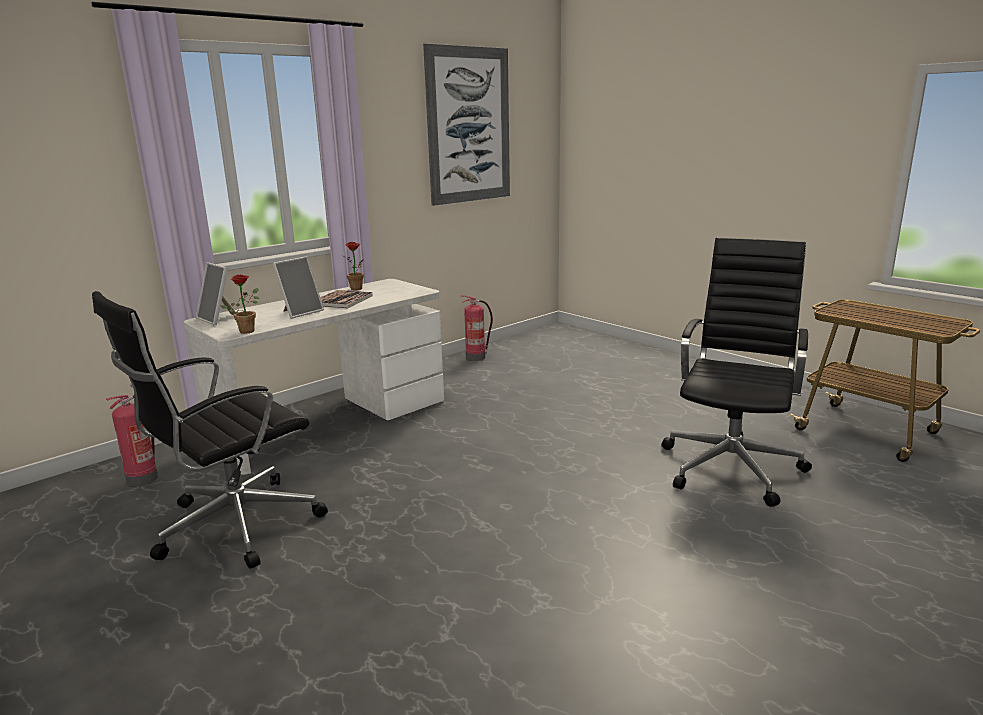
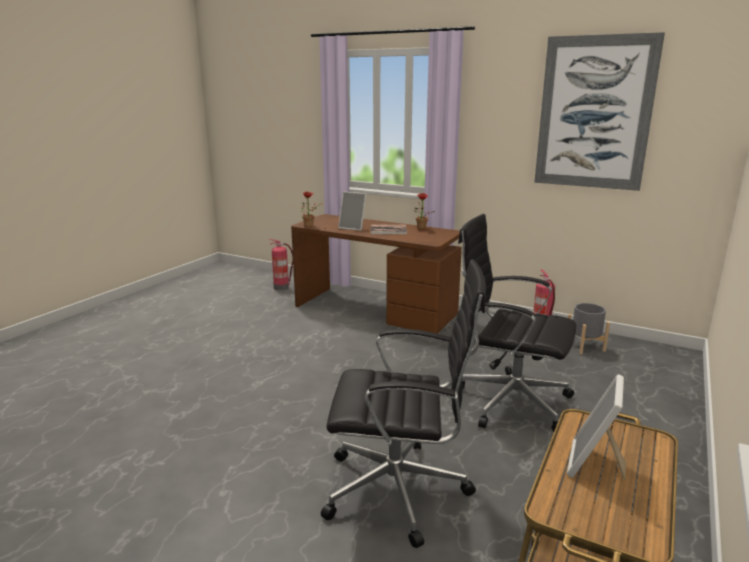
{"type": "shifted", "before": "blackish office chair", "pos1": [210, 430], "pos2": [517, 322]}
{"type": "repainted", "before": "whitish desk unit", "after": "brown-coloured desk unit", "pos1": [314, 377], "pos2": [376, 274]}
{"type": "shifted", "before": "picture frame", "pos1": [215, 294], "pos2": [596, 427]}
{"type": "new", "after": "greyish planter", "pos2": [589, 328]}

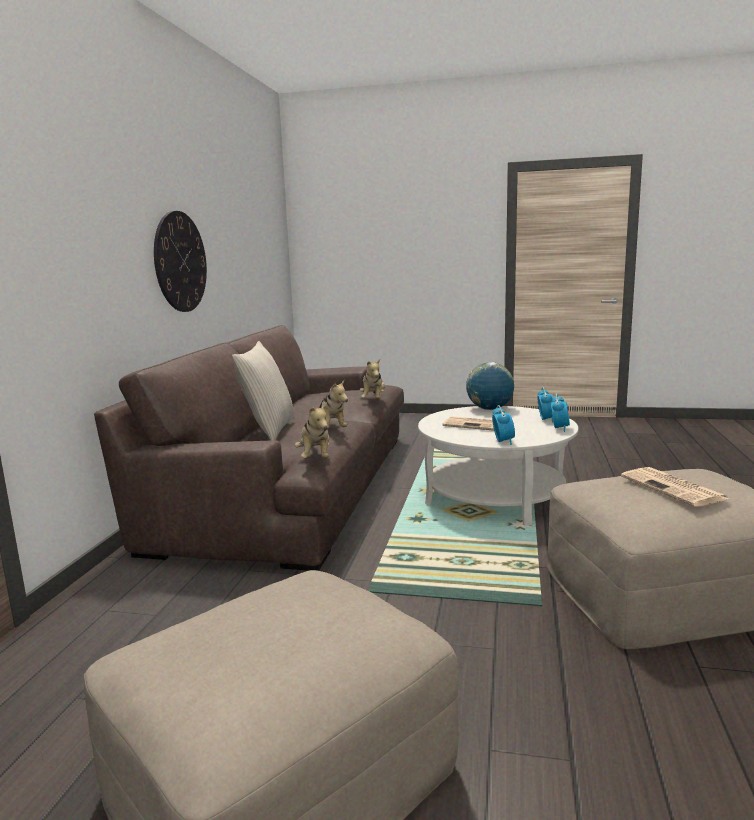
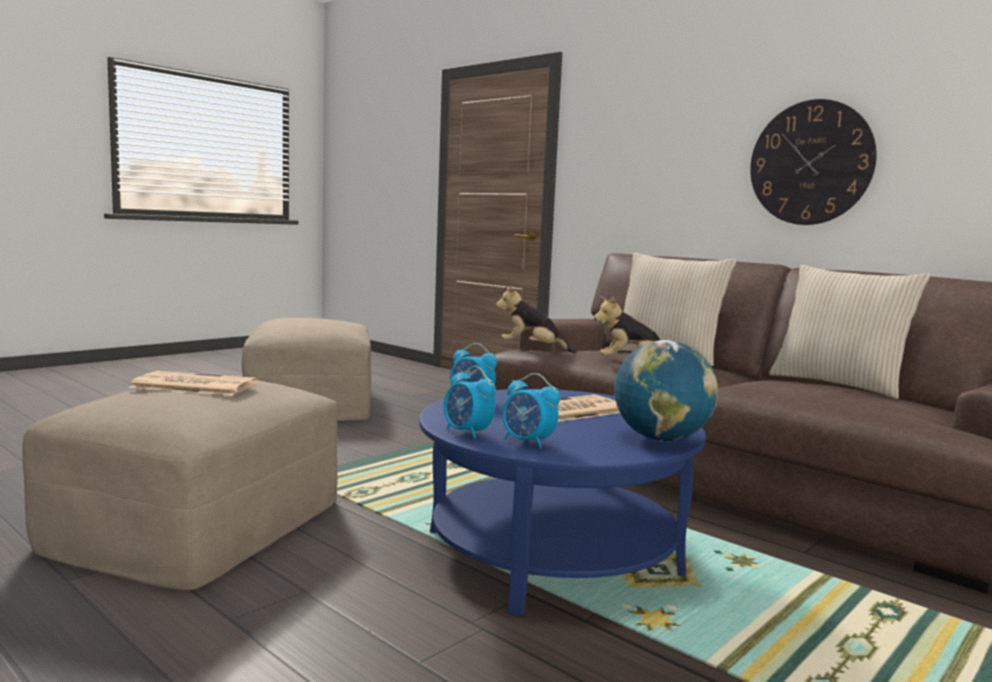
{"type": "gone", "before": "plush toy", "pos1": [372, 379]}
{"type": "repainted", "before": "whitish coffee table", "after": "blue-coloured coffee table", "pos1": [498, 466], "pos2": [562, 502]}
{"type": "new", "after": "beige-coloured throw pillow", "pos2": [849, 332]}

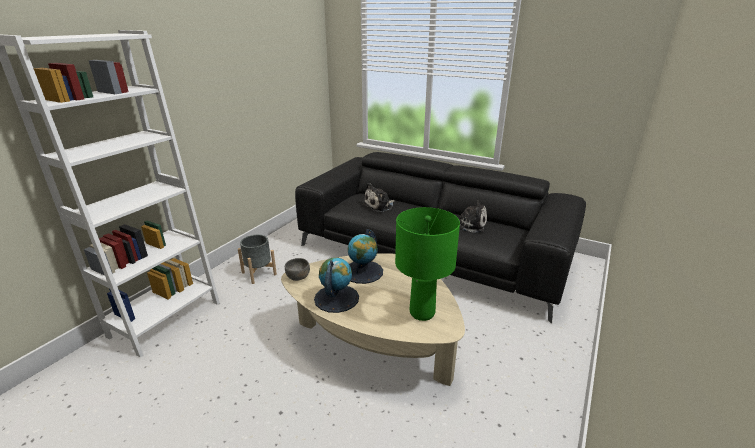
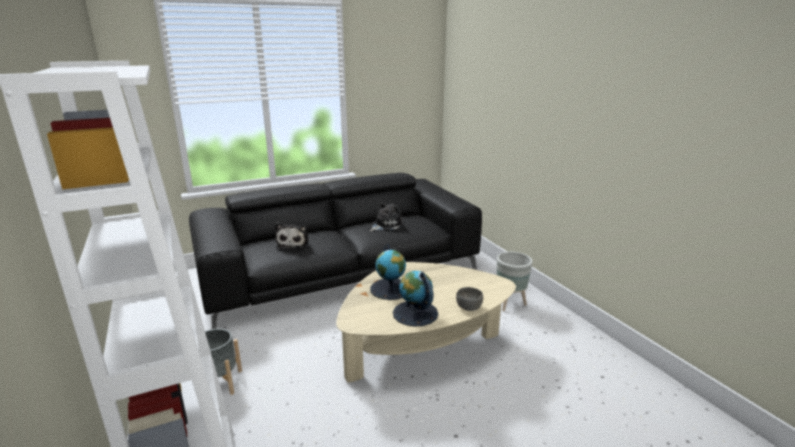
{"type": "shifted", "before": "greyish serving bowl", "pos1": [297, 269], "pos2": [469, 299]}
{"type": "gone", "before": "green lamp for a table", "pos1": [427, 264]}
{"type": "new", "after": "greyish planter", "pos2": [515, 281]}

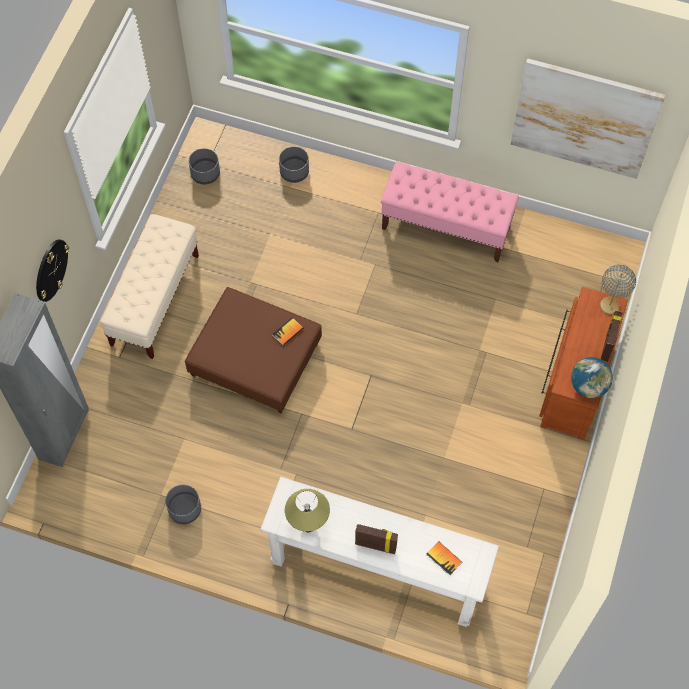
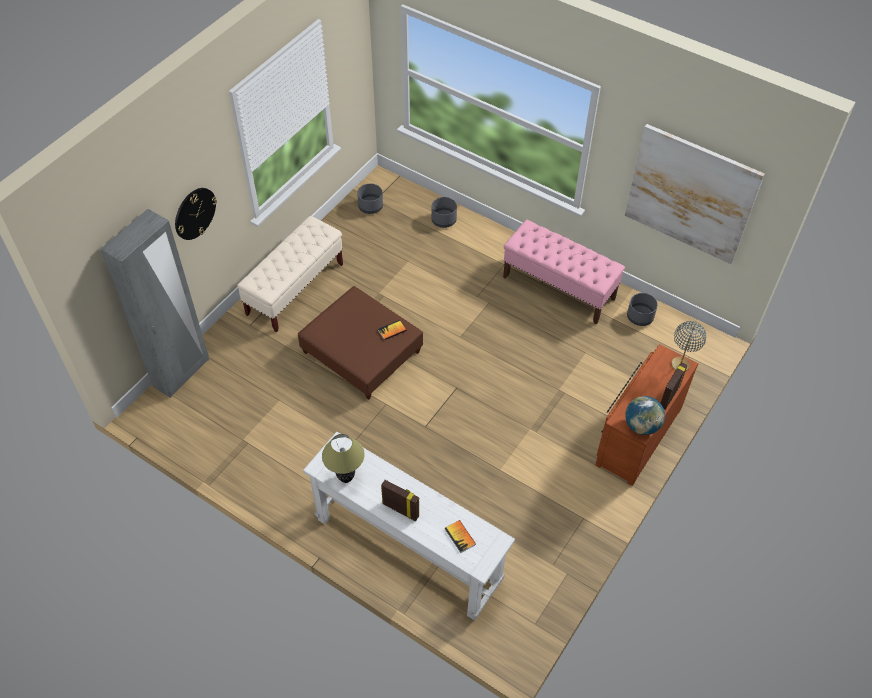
{"type": "shifted", "before": "greyish planter", "pos1": [183, 504], "pos2": [642, 309]}

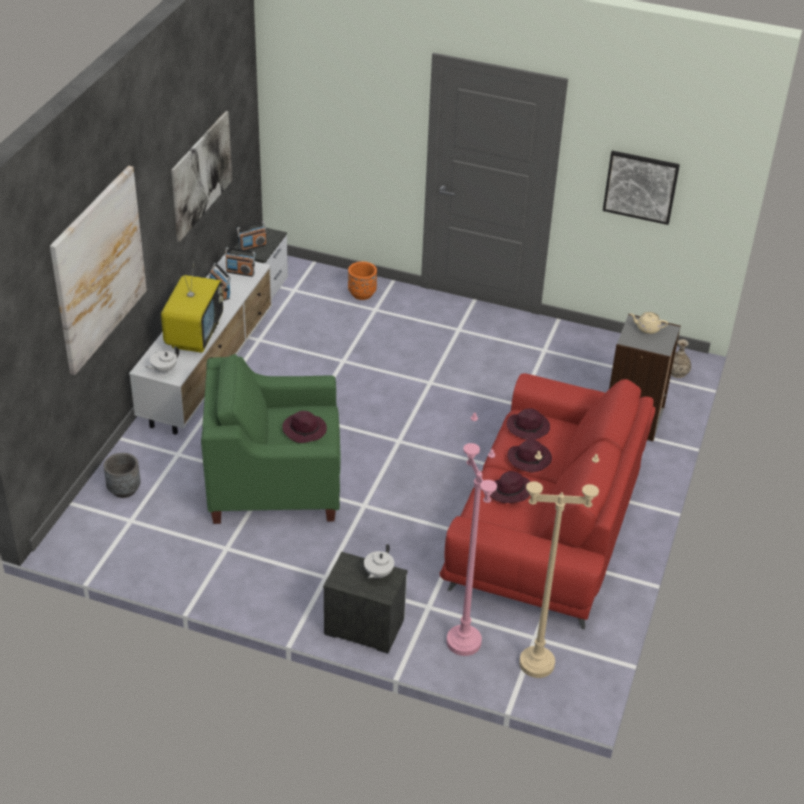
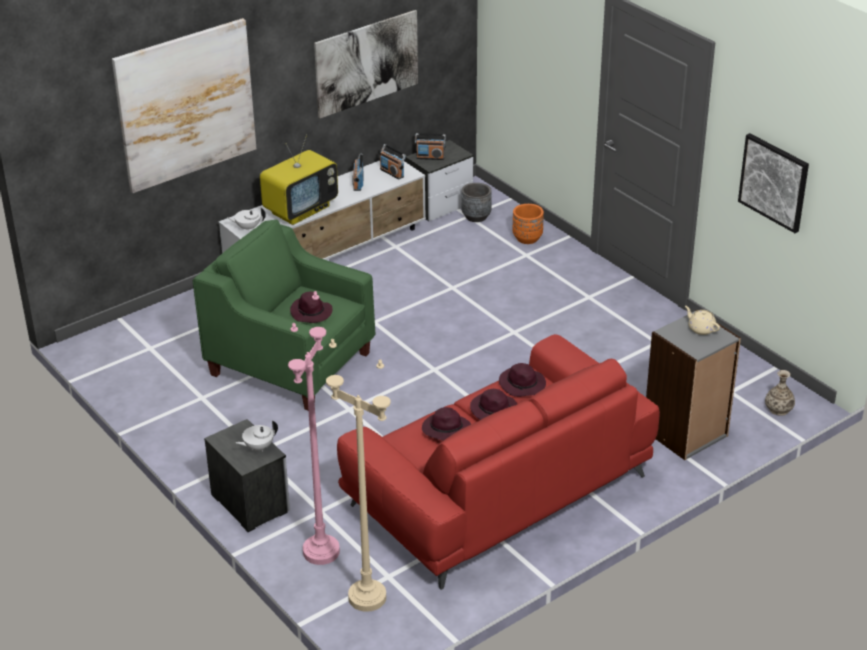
{"type": "shifted", "before": "greyish planter", "pos1": [122, 475], "pos2": [476, 202]}

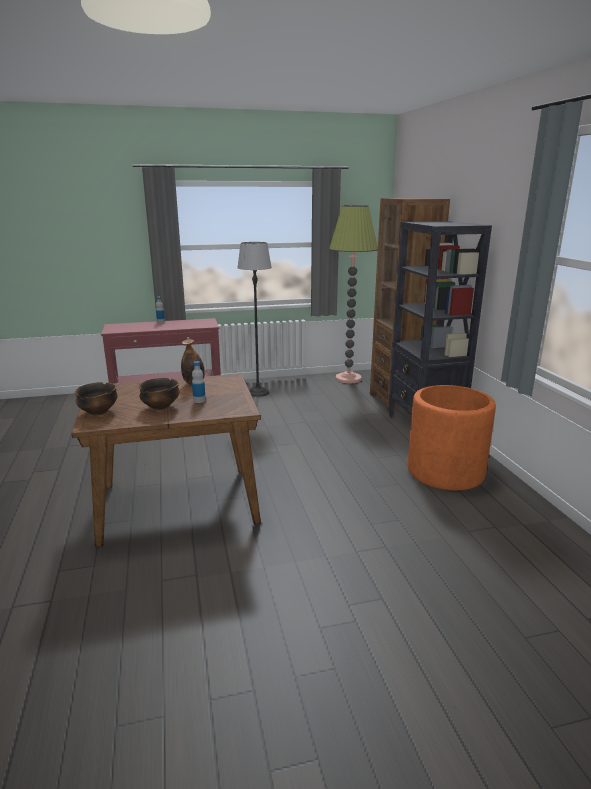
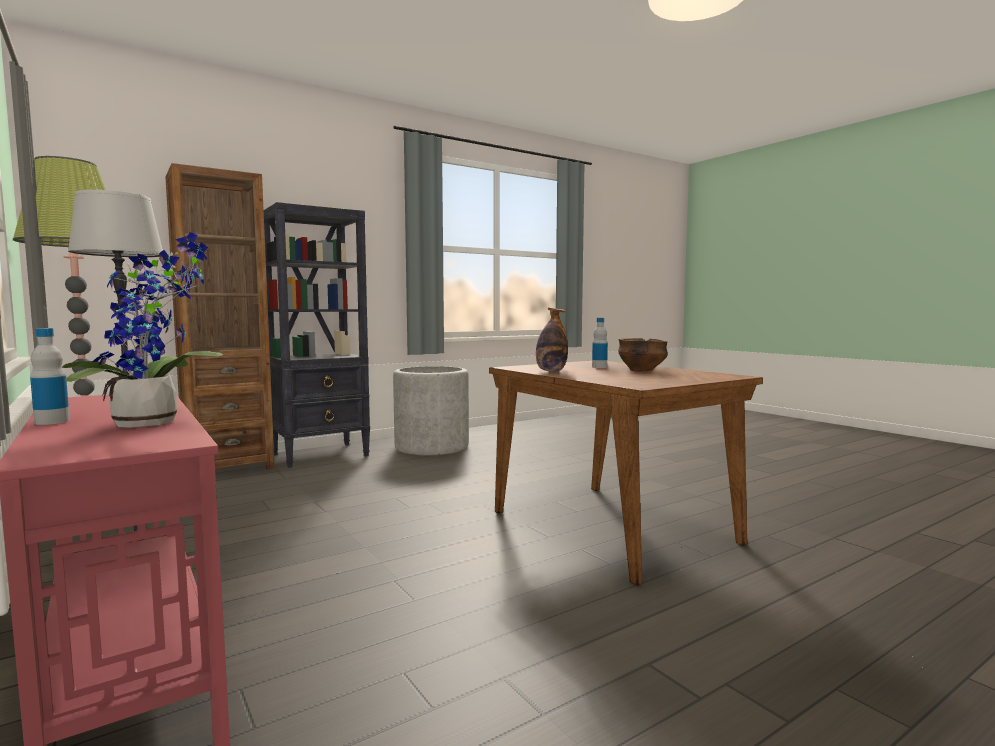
{"type": "gone", "before": "serving bowl", "pos1": [96, 398]}
{"type": "repainted", "before": "orange-coloured planter", "after": "greyish planter", "pos1": [451, 438], "pos2": [431, 410]}
{"type": "new", "after": "houseplant", "pos2": [142, 330]}

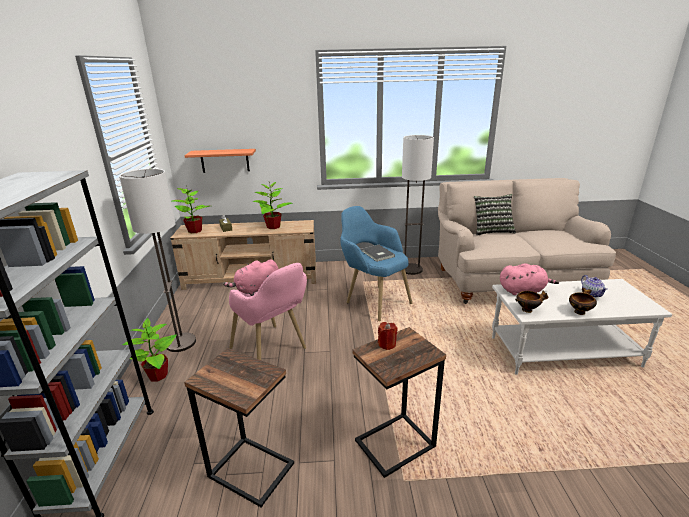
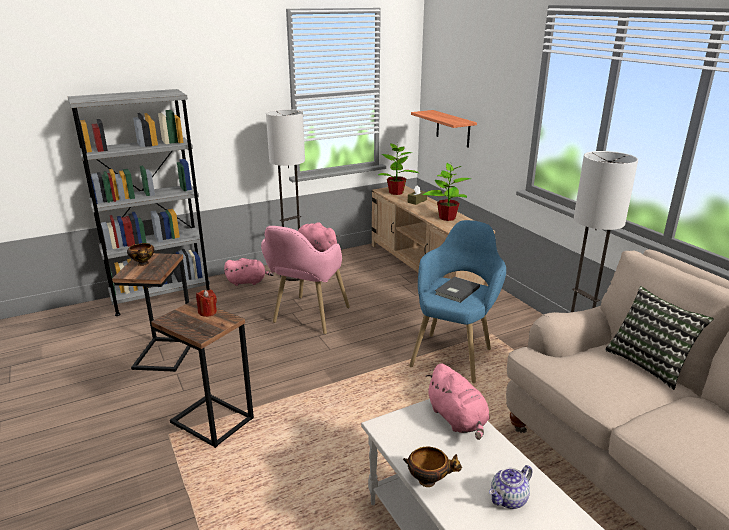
{"type": "swapped", "before": "houseplant", "after": "pink plush toy", "pos1": [150, 349], "pos2": [249, 272]}
{"type": "shifted", "before": "serving bowl", "pos1": [531, 301], "pos2": [141, 254]}

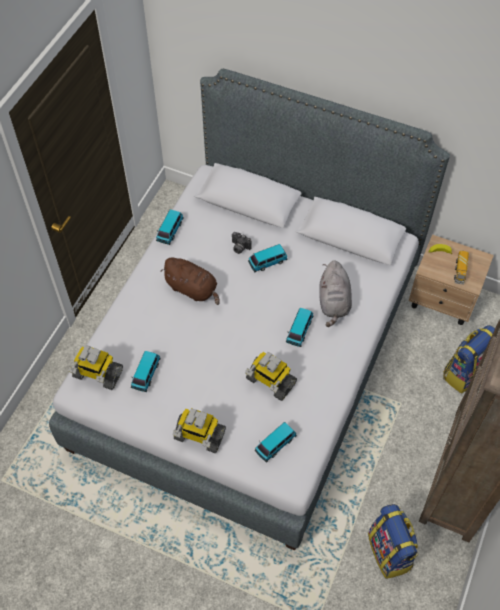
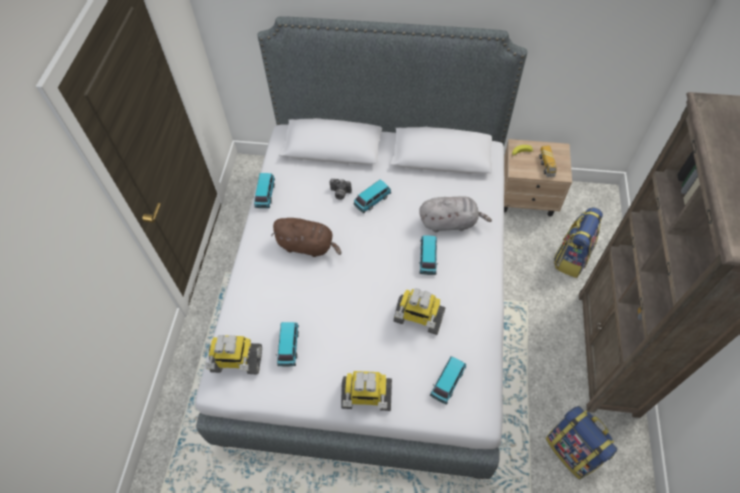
{"type": "rotated", "before": "greyish plush toy", "pos1": [335, 293], "pos2": [455, 214], "turn": -75}

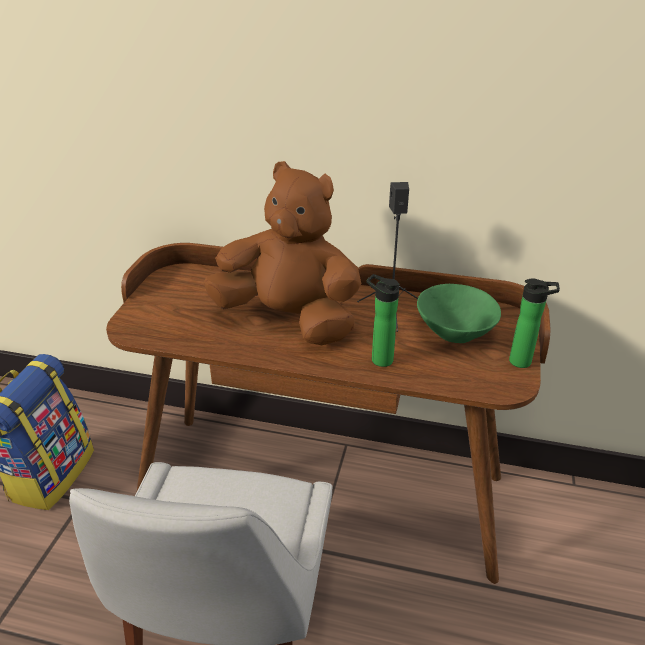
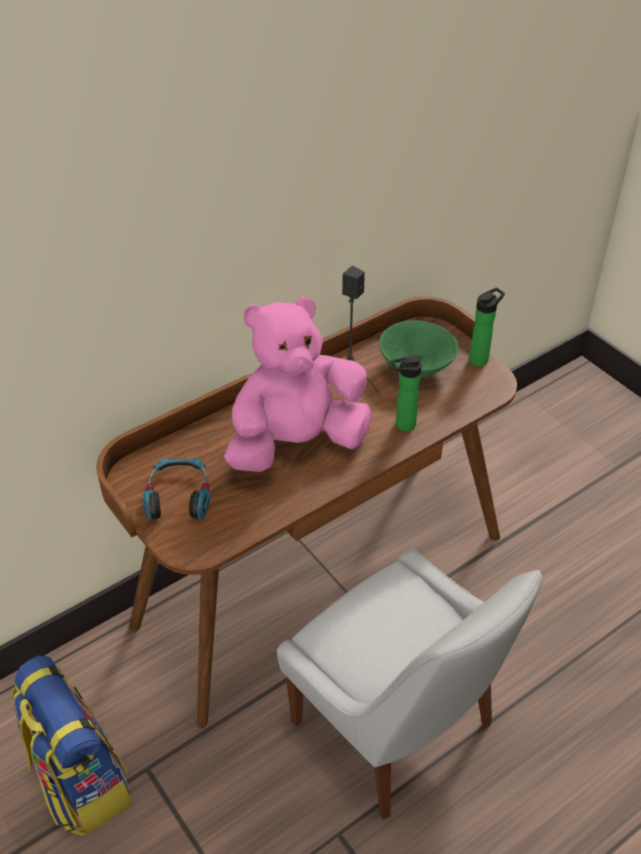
{"type": "repainted", "before": "brown-coloured plush toy", "after": "pink plush toy", "pos1": [282, 253], "pos2": [298, 384]}
{"type": "new", "after": "headphones", "pos2": [176, 488]}

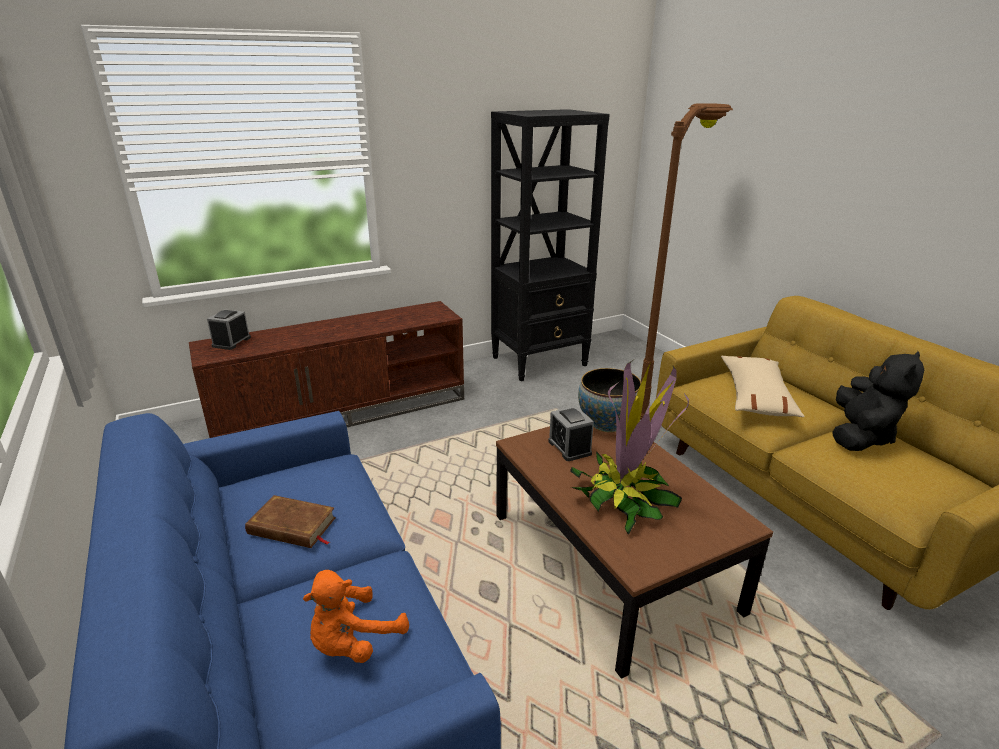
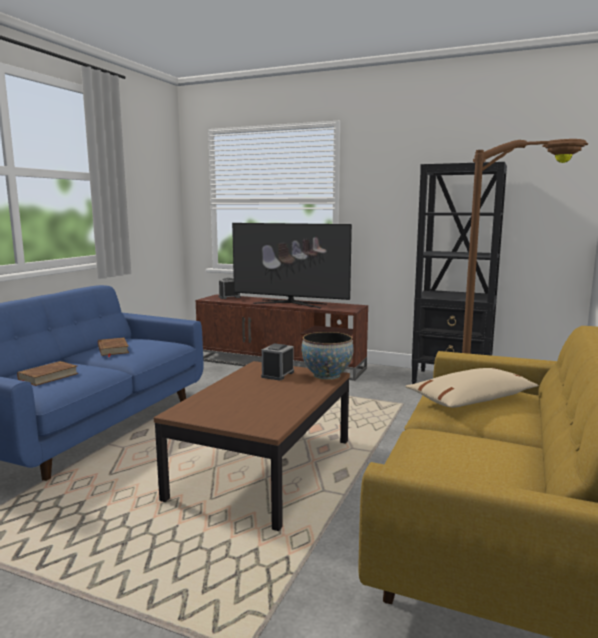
{"type": "swapped", "before": "orange-coloured plush toy", "after": "brown-coloured book", "pos1": [356, 616], "pos2": [47, 373]}
{"type": "gone", "before": "houseplant", "pos1": [629, 447]}
{"type": "gone", "before": "blackish plush toy", "pos1": [878, 401]}
{"type": "new", "after": "TV set", "pos2": [292, 265]}

